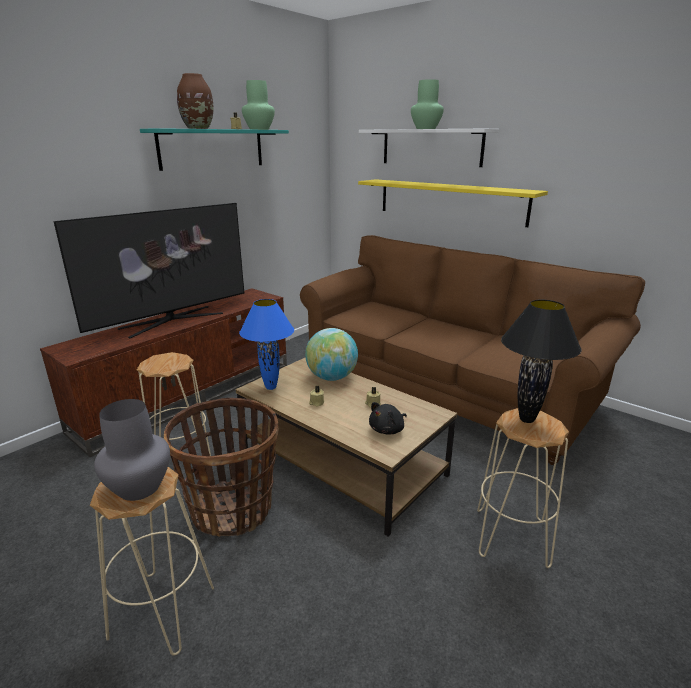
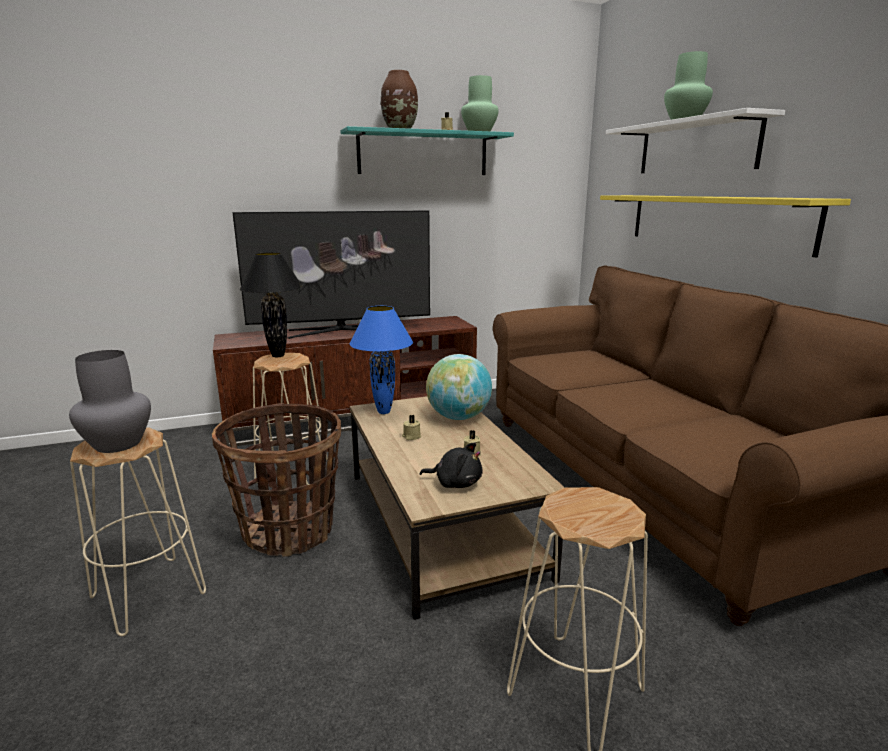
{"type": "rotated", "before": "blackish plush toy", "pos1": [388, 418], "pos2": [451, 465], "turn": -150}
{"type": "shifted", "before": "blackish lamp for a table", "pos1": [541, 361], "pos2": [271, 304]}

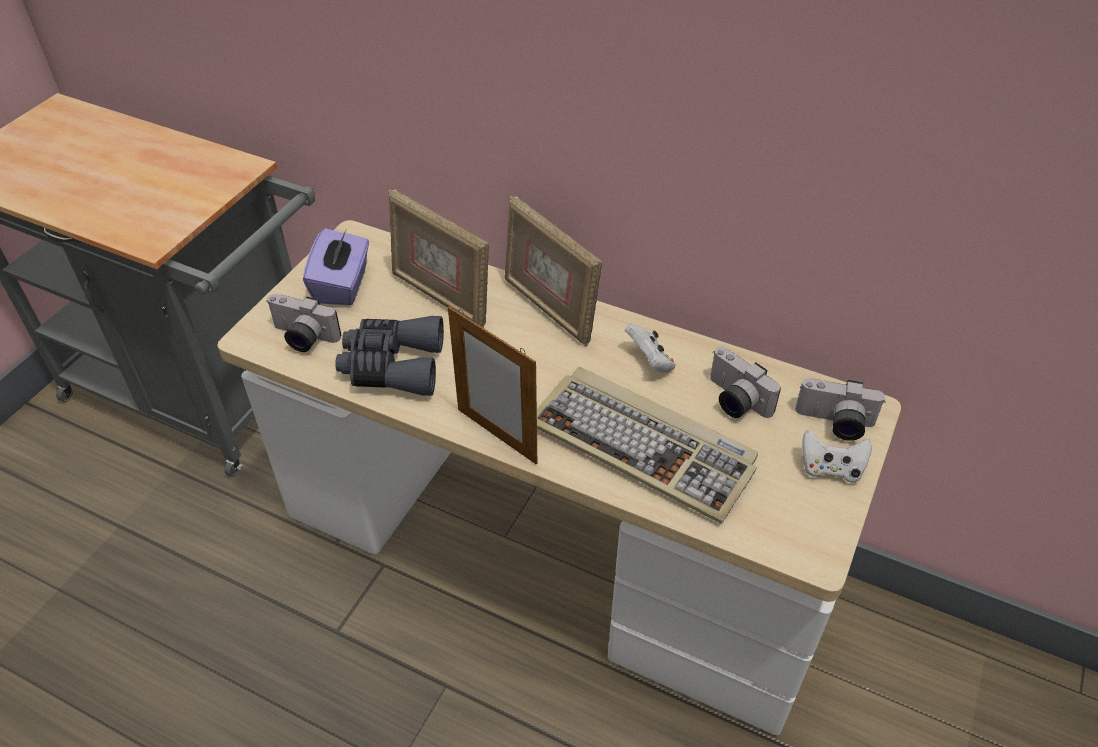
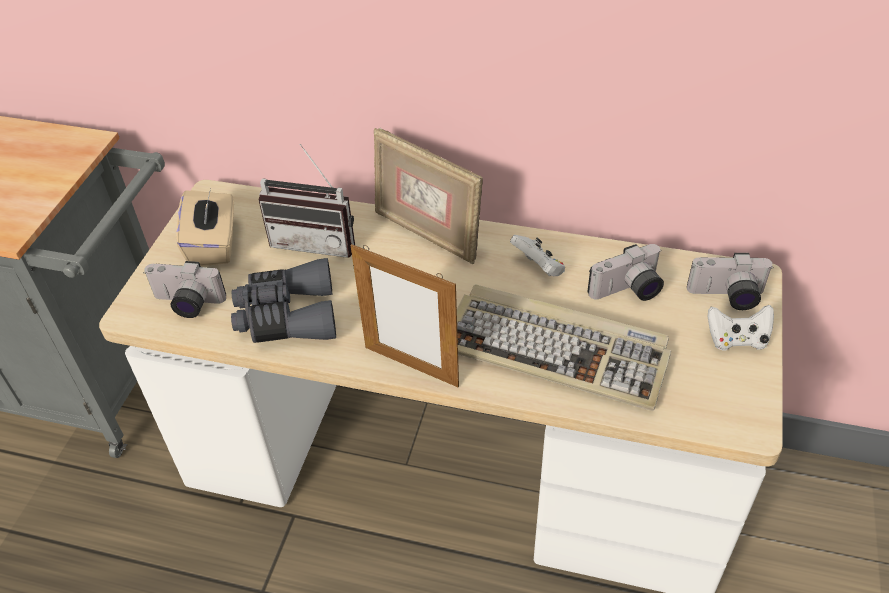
{"type": "repainted", "before": "purple-coloured tissue box", "after": "beige-coloured tissue box", "pos1": [336, 266], "pos2": [205, 227]}
{"type": "swapped", "before": "picture frame", "after": "radio set", "pos1": [438, 258], "pos2": [307, 201]}
{"type": "rotated", "before": "still camera", "pos1": [745, 382], "pos2": [625, 272], "turn": -60}

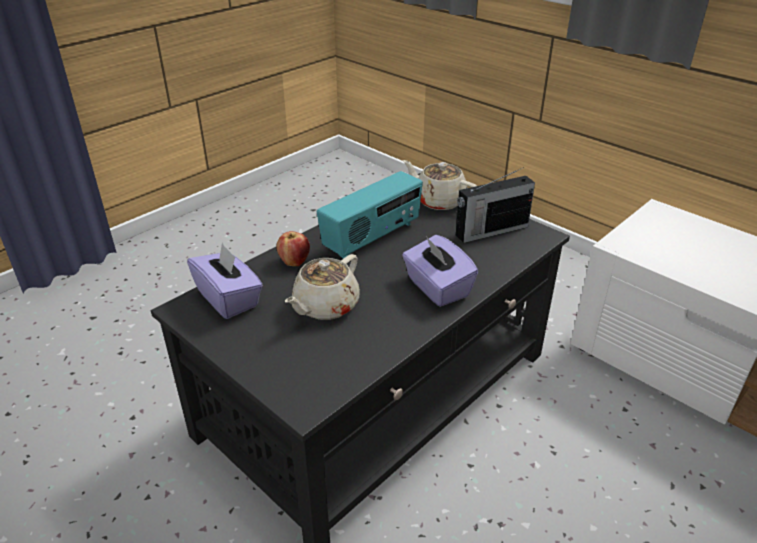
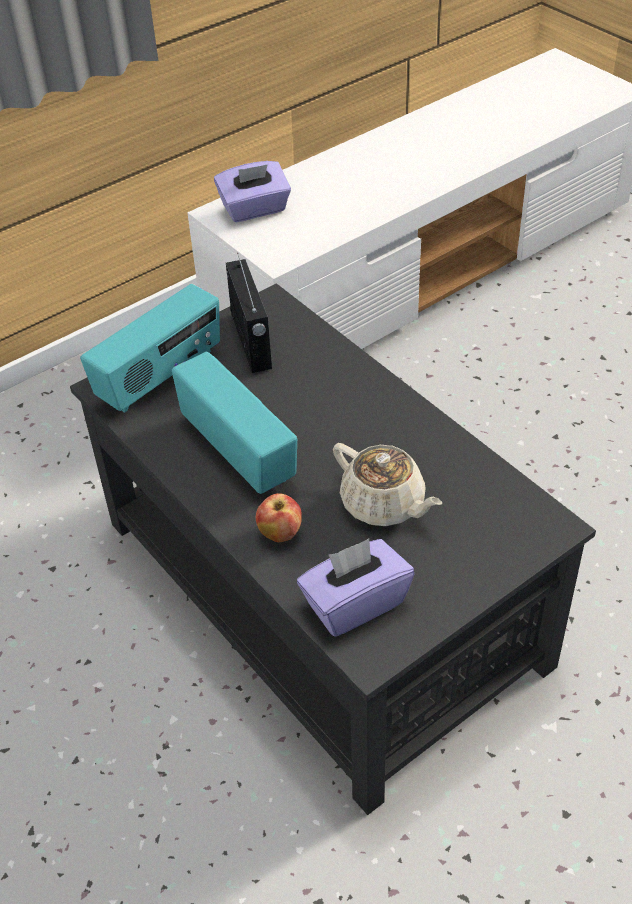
{"type": "shifted", "before": "purple-coloured tissue box", "pos1": [440, 271], "pos2": [252, 191]}
{"type": "swapped", "before": "beige-coloured tea pot", "after": "radio set", "pos1": [440, 185], "pos2": [150, 348]}

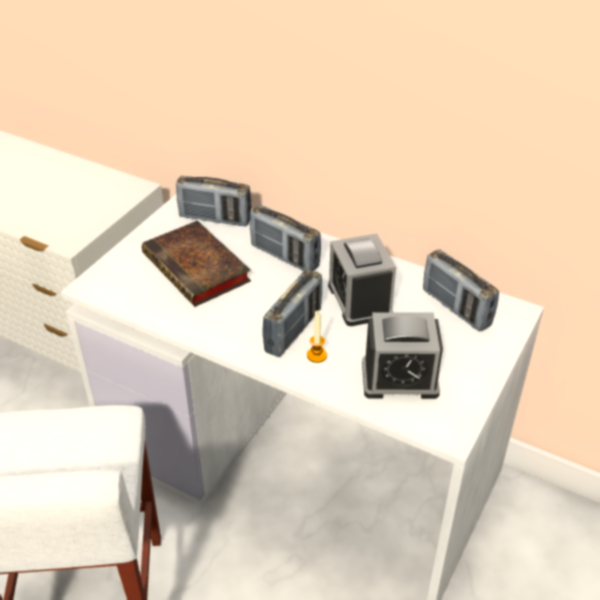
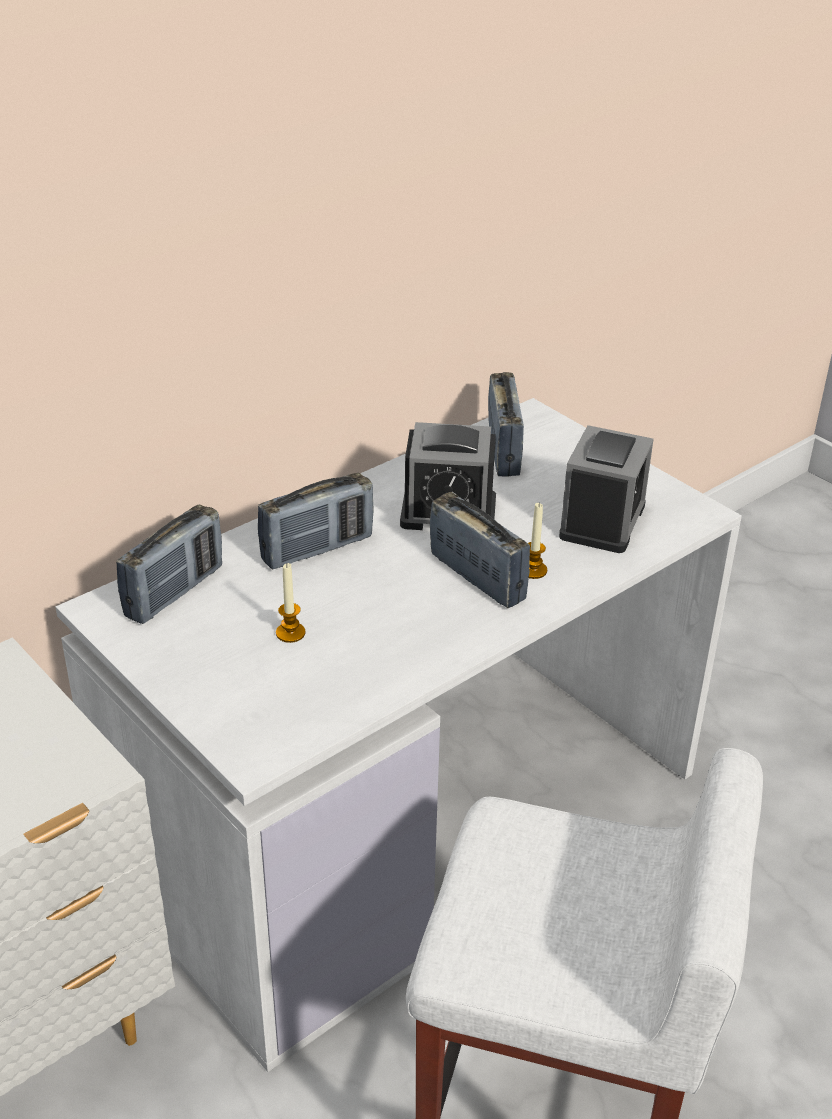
{"type": "swapped", "before": "book", "after": "wax candle", "pos1": [196, 263], "pos2": [290, 603]}
{"type": "rotated", "before": "radio set", "pos1": [461, 290], "pos2": [506, 424], "turn": -75}

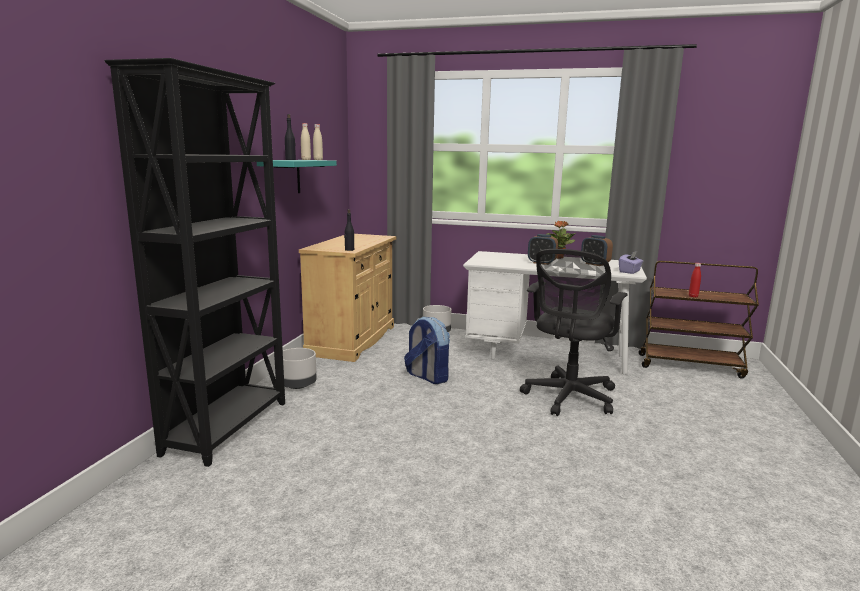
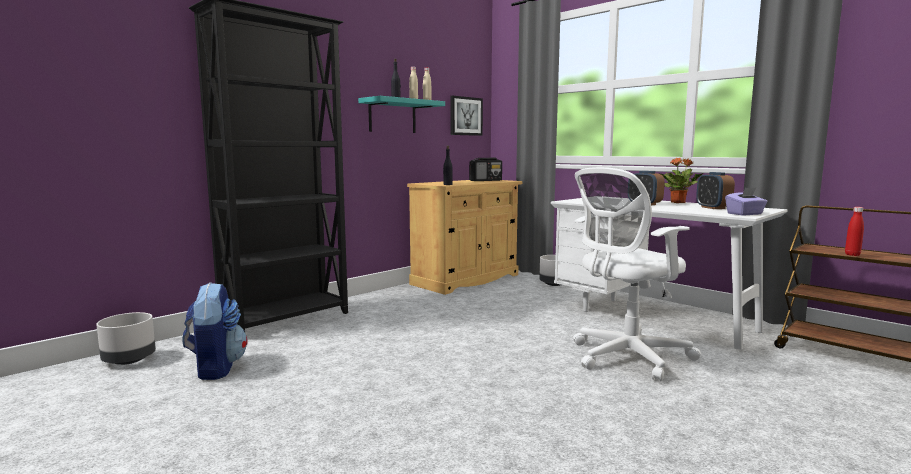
{"type": "shifted", "before": "greyish planter", "pos1": [300, 368], "pos2": [126, 338]}
{"type": "shifted", "before": "rucksack", "pos1": [427, 350], "pos2": [215, 331]}
{"type": "repainted", "before": "blackish office chair", "after": "whitish office chair", "pos1": [574, 332], "pos2": [637, 274]}
{"type": "new", "after": "wall picture", "pos2": [466, 116]}
{"type": "new", "after": "radio set", "pos2": [485, 169]}

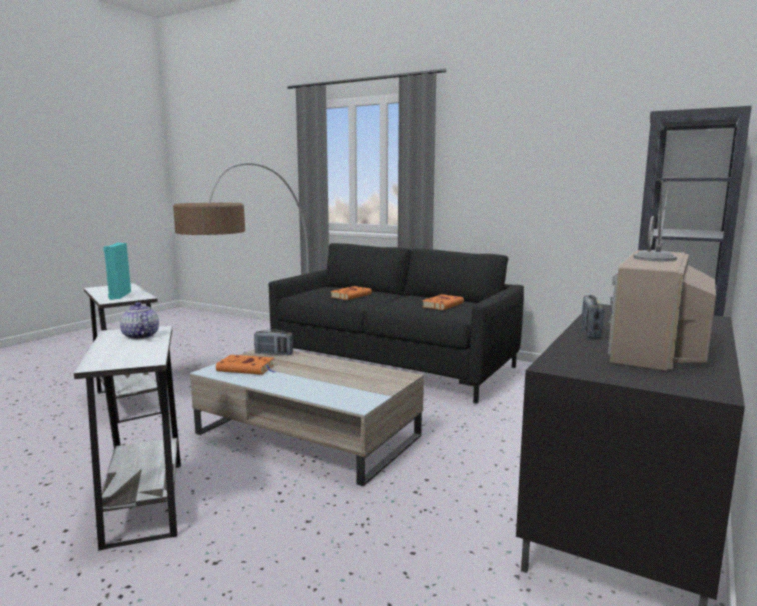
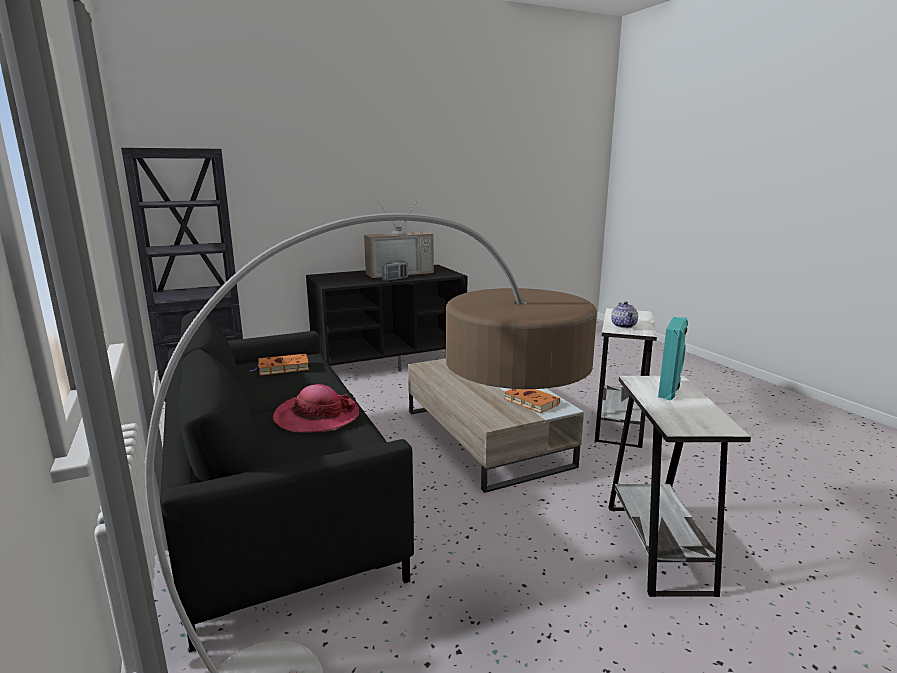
{"type": "gone", "before": "radio set", "pos1": [273, 342]}
{"type": "swapped", "before": "orange-coloured book", "after": "hat", "pos1": [351, 293], "pos2": [316, 408]}

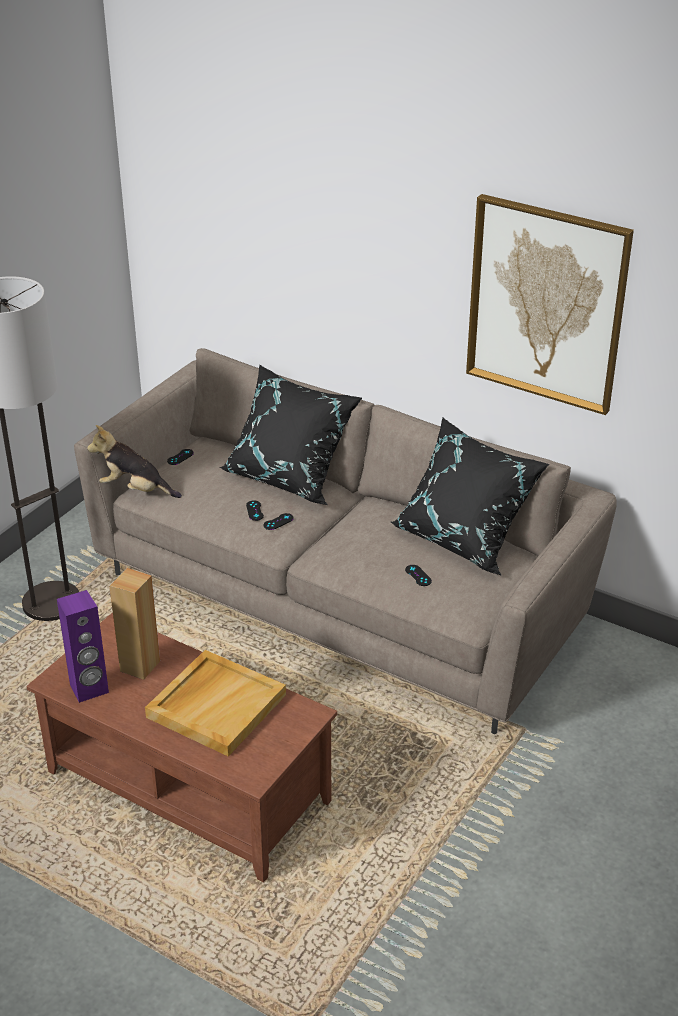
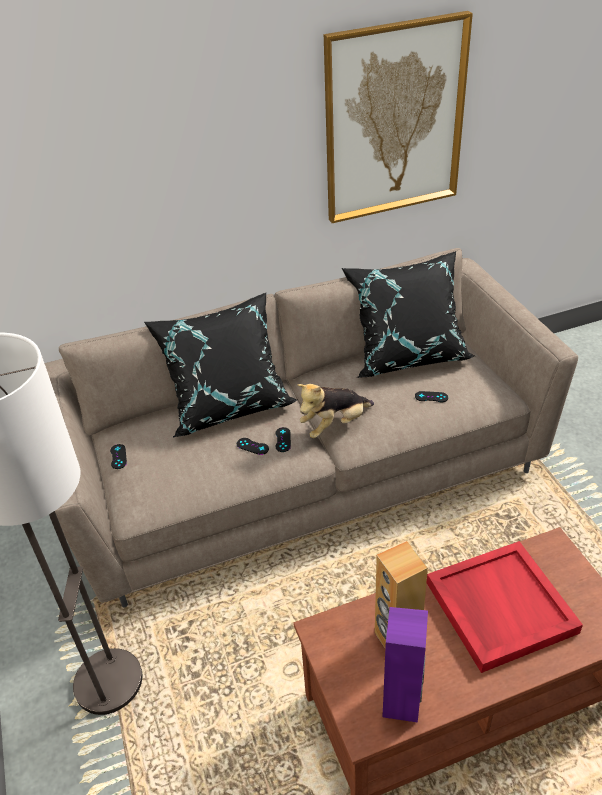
{"type": "shifted", "before": "plush toy", "pos1": [134, 461], "pos2": [335, 411]}
{"type": "repainted", "before": "beige-coloured tray", "after": "red-coloured tray", "pos1": [215, 703], "pos2": [505, 607]}

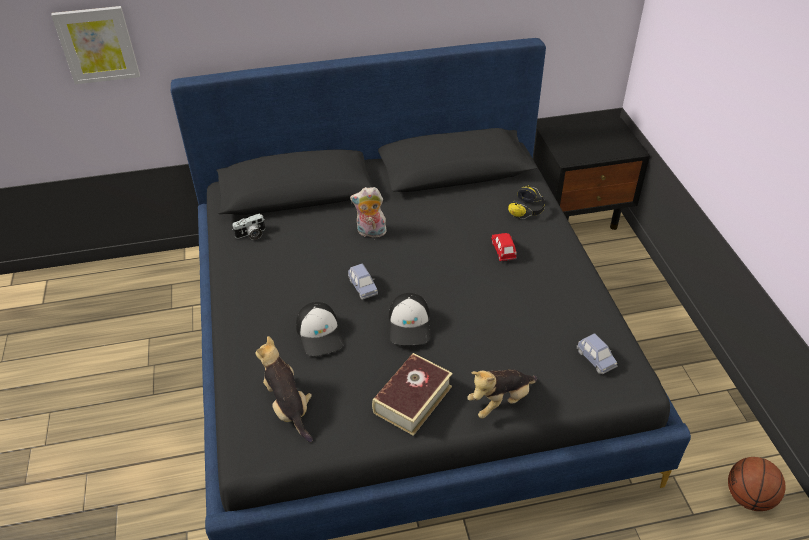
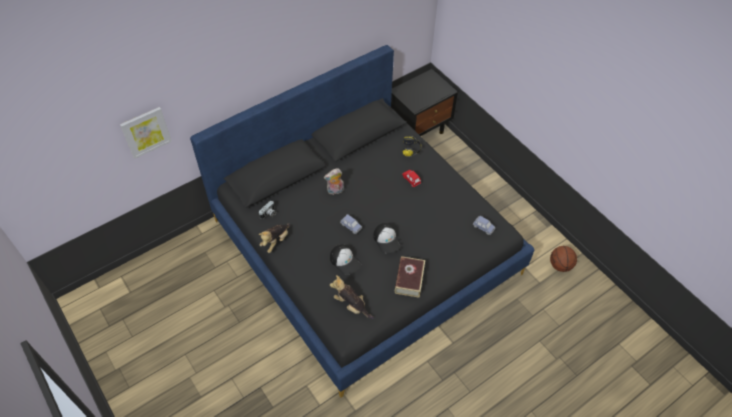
{"type": "shifted", "before": "plush toy", "pos1": [502, 394], "pos2": [274, 238]}

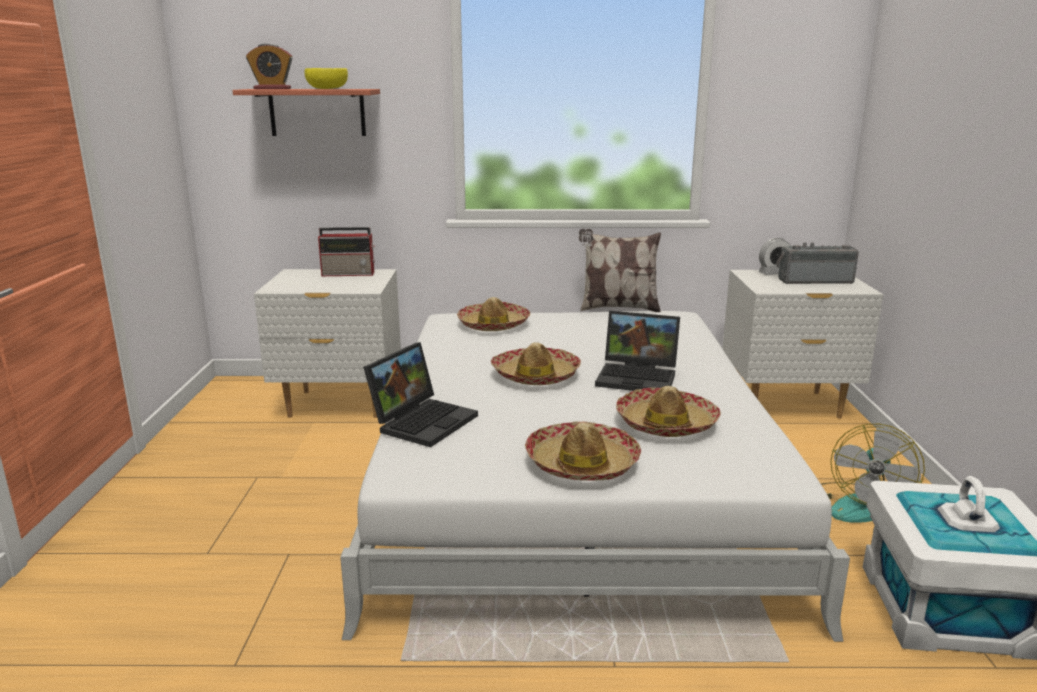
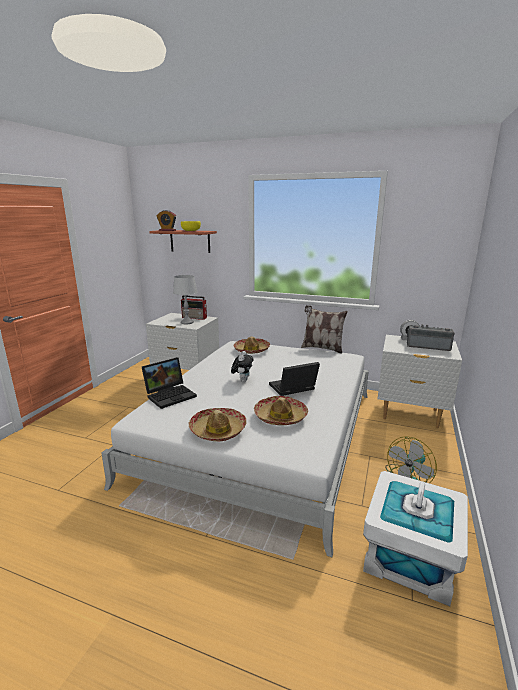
{"type": "swapped", "before": "hat", "after": "plush toy", "pos1": [536, 363], "pos2": [242, 366]}
{"type": "rotated", "before": "notebook computer", "pos1": [637, 351], "pos2": [294, 379], "turn": 120}
{"type": "new", "after": "greyish lamp for a table", "pos2": [185, 299]}

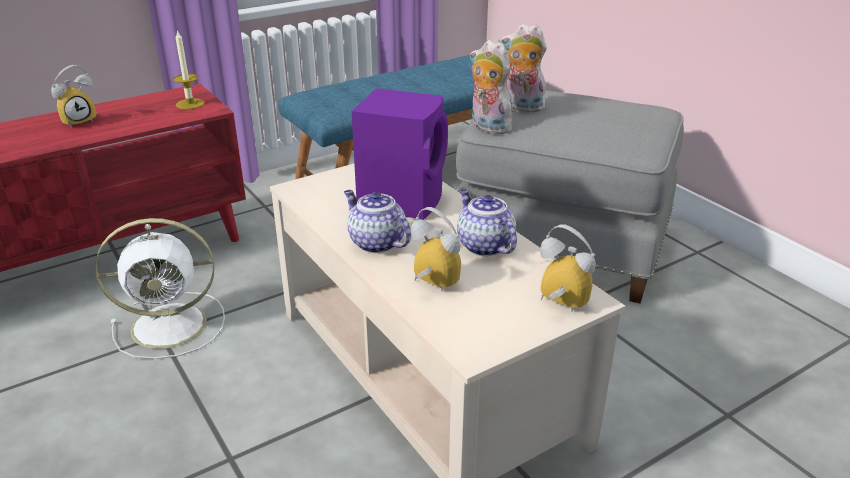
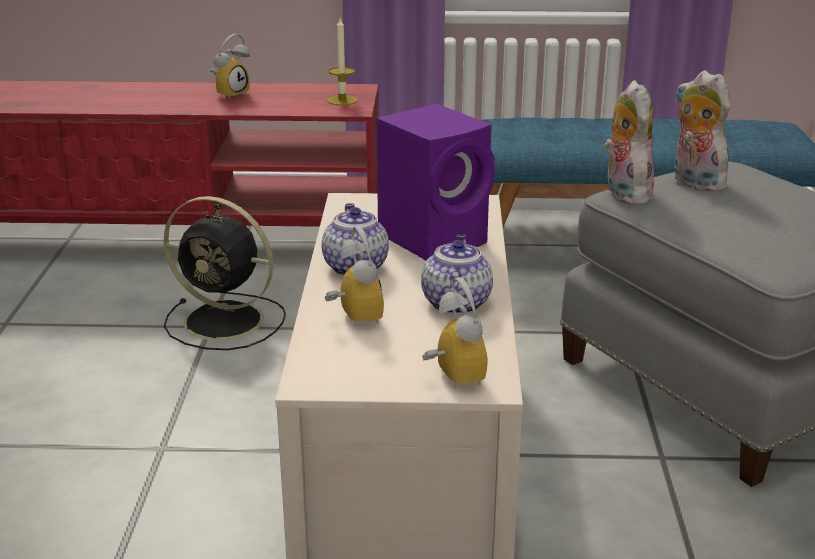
{"type": "rotated", "before": "table clock", "pos1": [74, 96], "pos2": [230, 67], "turn": -45}
{"type": "repainted", "before": "whitish electric fan", "after": "blackish electric fan", "pos1": [160, 288], "pos2": [225, 273]}

